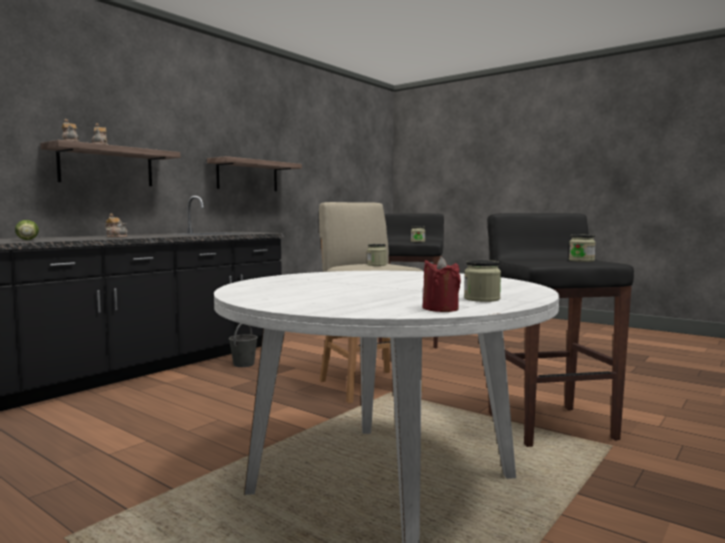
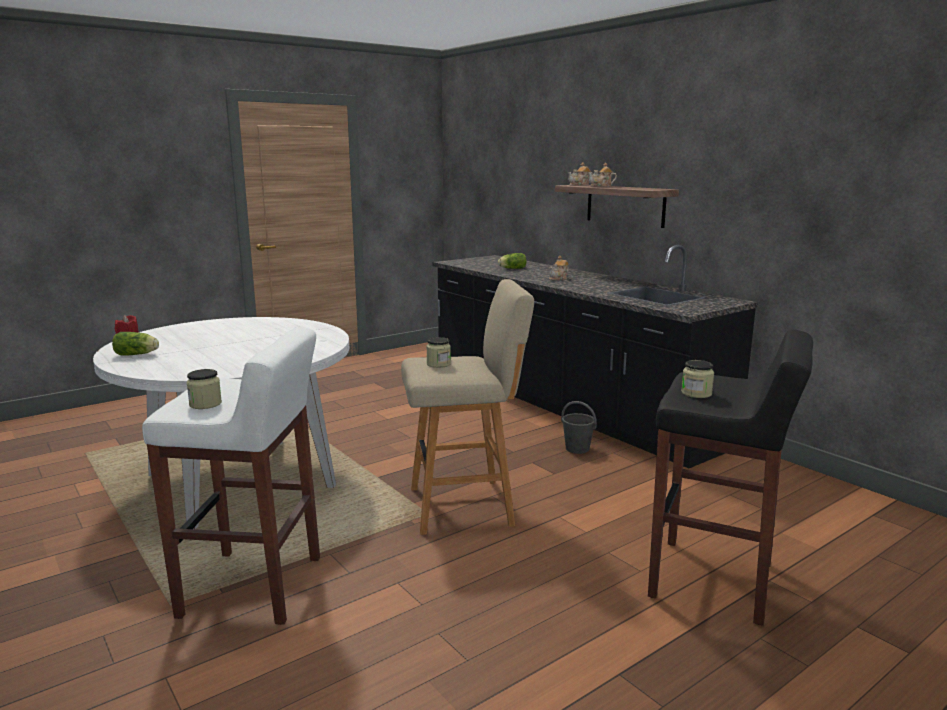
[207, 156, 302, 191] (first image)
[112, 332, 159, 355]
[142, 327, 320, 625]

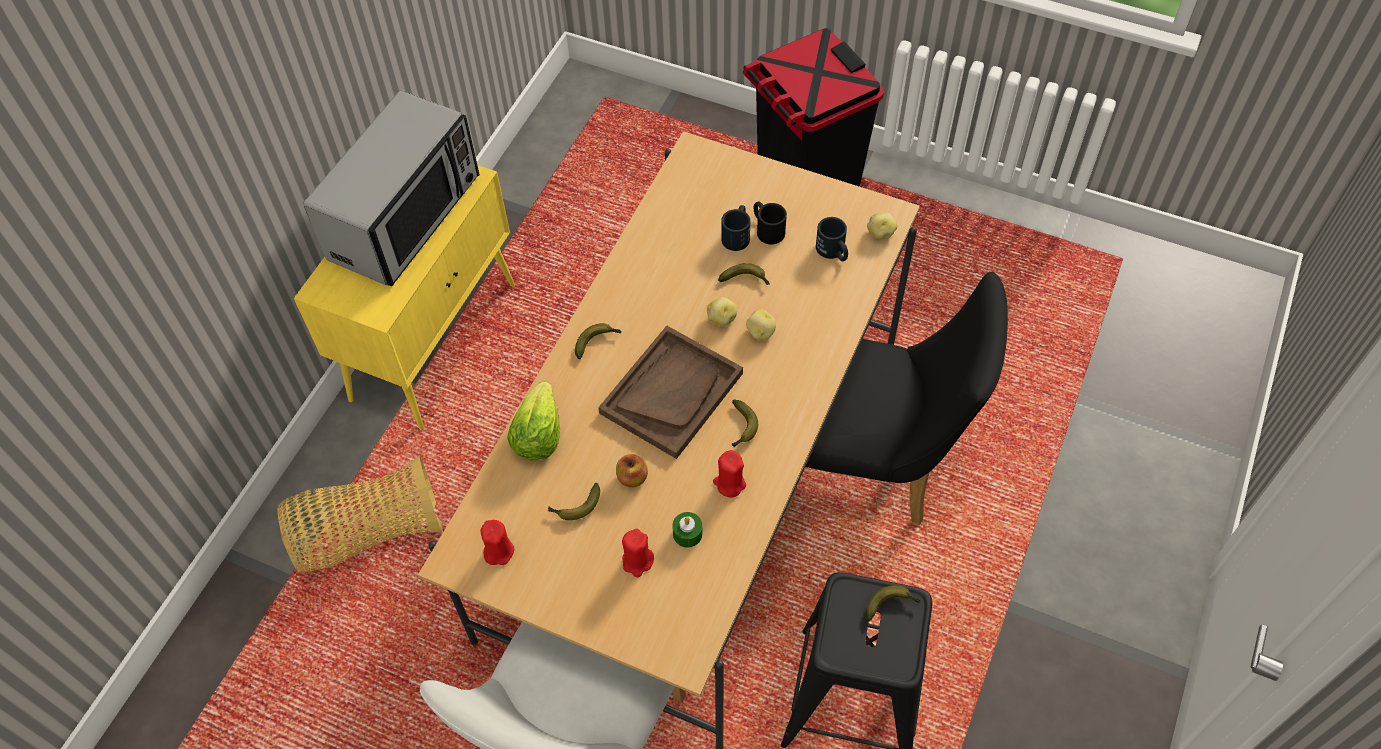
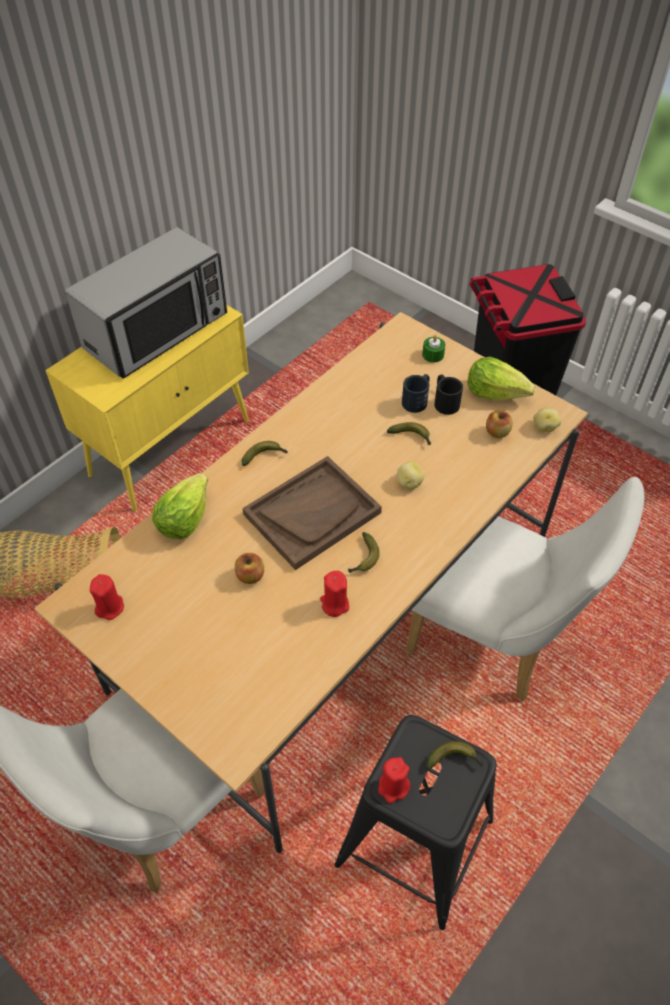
[548, 483, 600, 520] (first image)
[707, 297, 737, 326] (first image)
[467, 357, 536, 400]
[378, 757, 411, 804]
[422, 335, 445, 363]
[486, 410, 513, 439]
[406, 477, 644, 702]

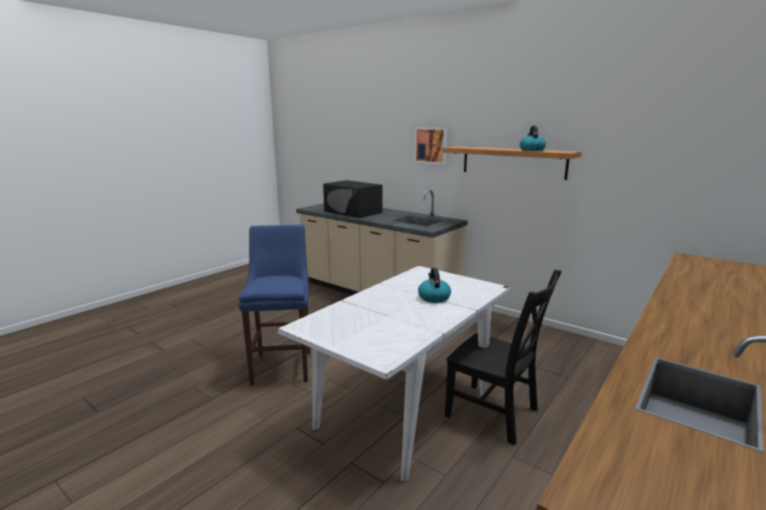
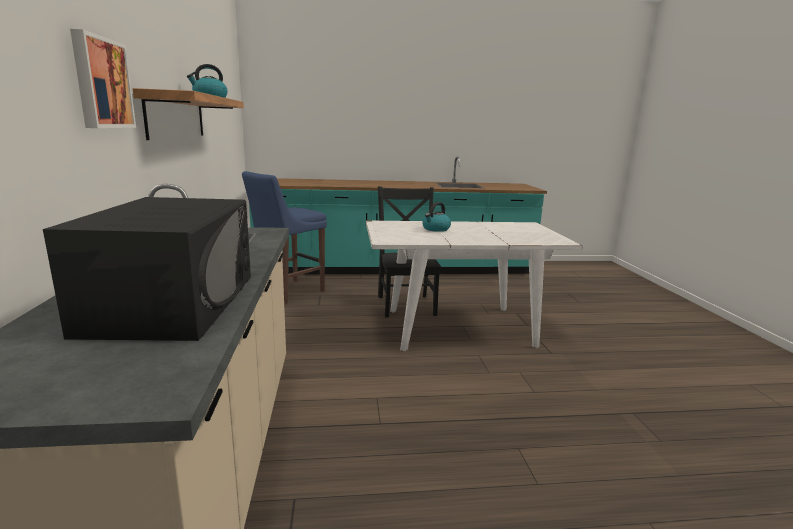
[242, 171, 327, 304]

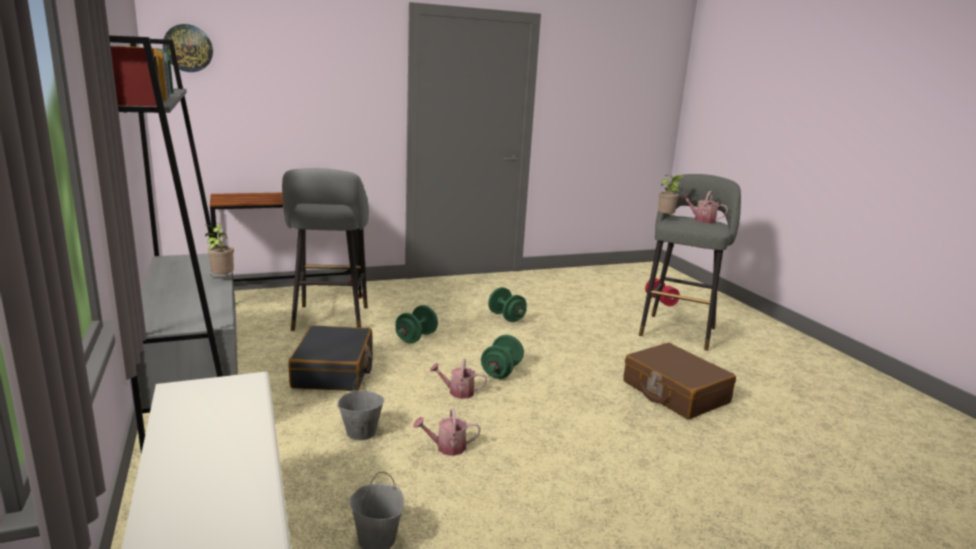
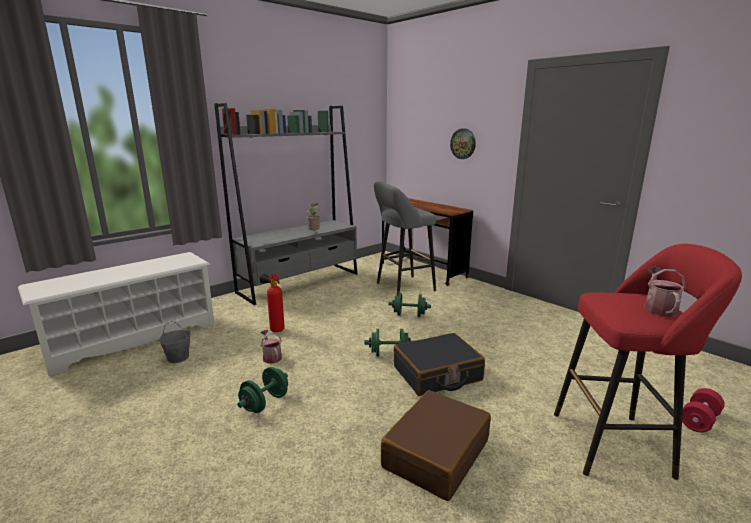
[430, 358, 487, 399] (first image)
[658, 175, 684, 218] (first image)
[450, 129, 476, 159]
[394, 333, 485, 396]
[237, 367, 288, 413]
[260, 273, 285, 332]
[554, 244, 742, 480]

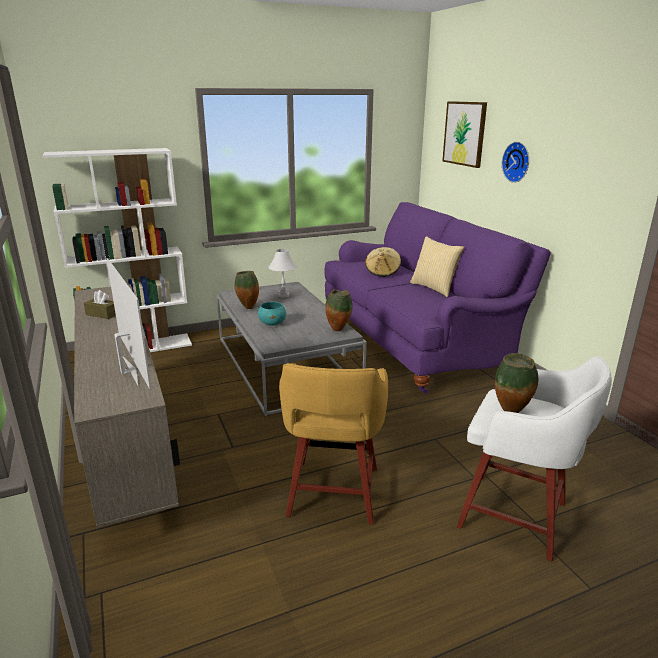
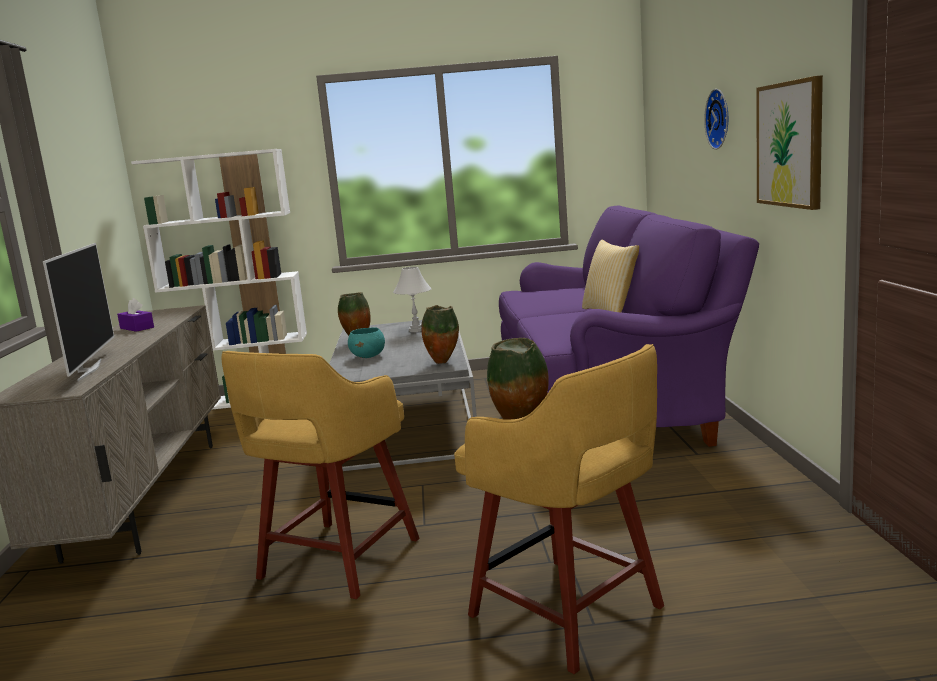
[365, 247, 401, 277] (first image)
[757, 75, 823, 210]
[117, 298, 154, 332]
[454, 344, 664, 674]

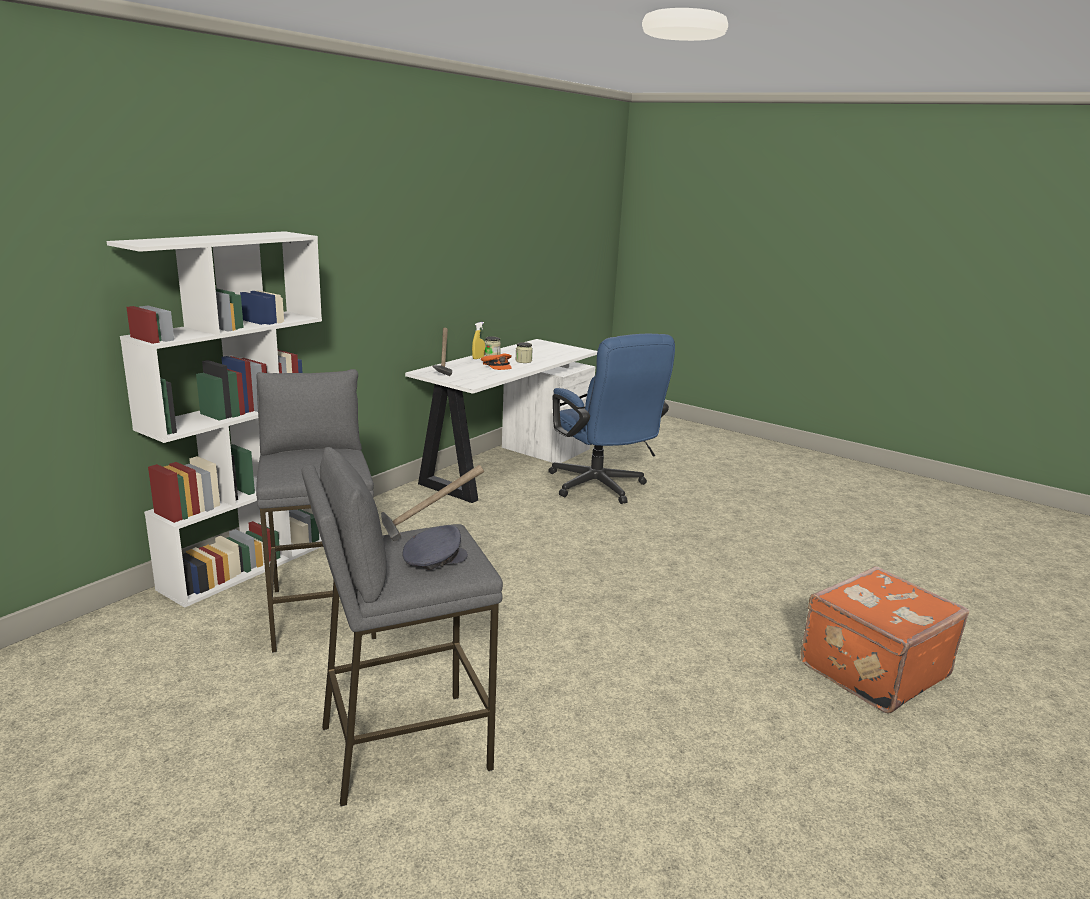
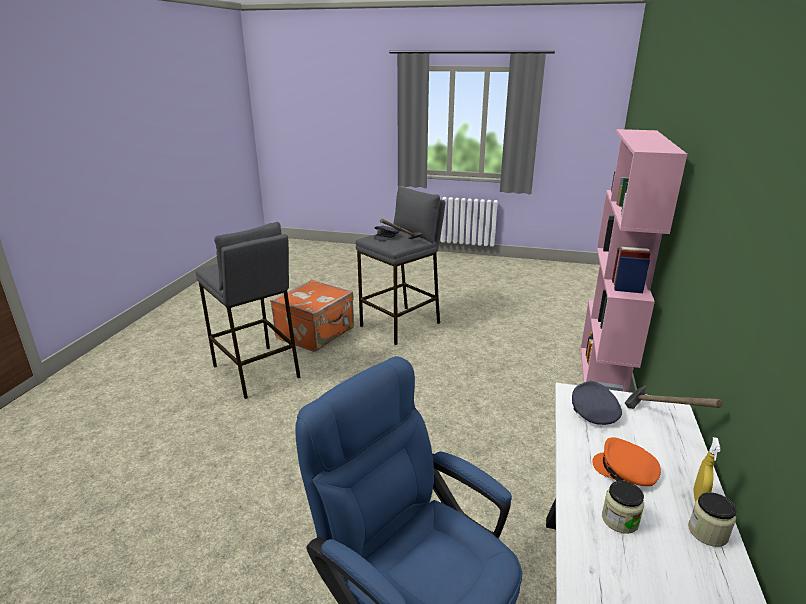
[572, 381, 622, 425]
[195, 222, 301, 399]
[270, 280, 354, 352]
[581, 129, 687, 392]

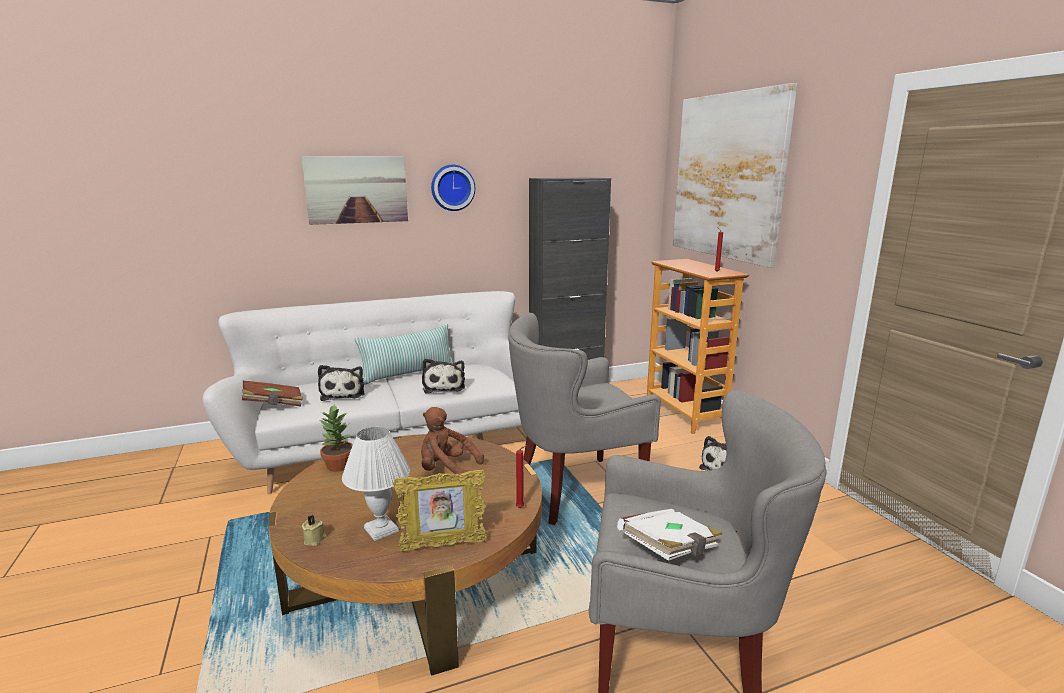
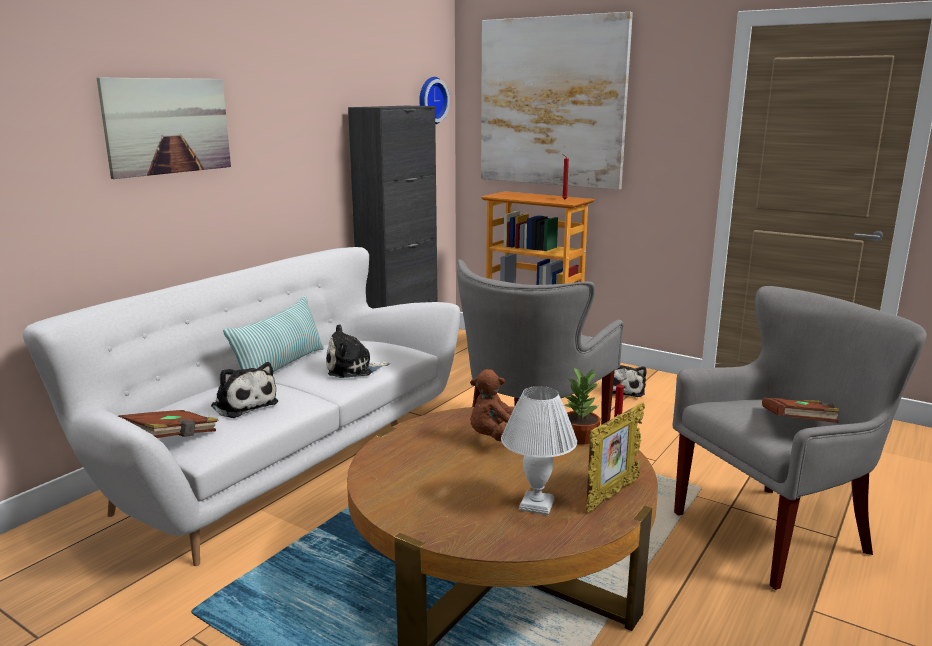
[302, 515, 326, 546] (first image)
[564, 367, 600, 445]
[419, 77, 450, 124]
[762, 397, 840, 423]
[326, 324, 390, 378]

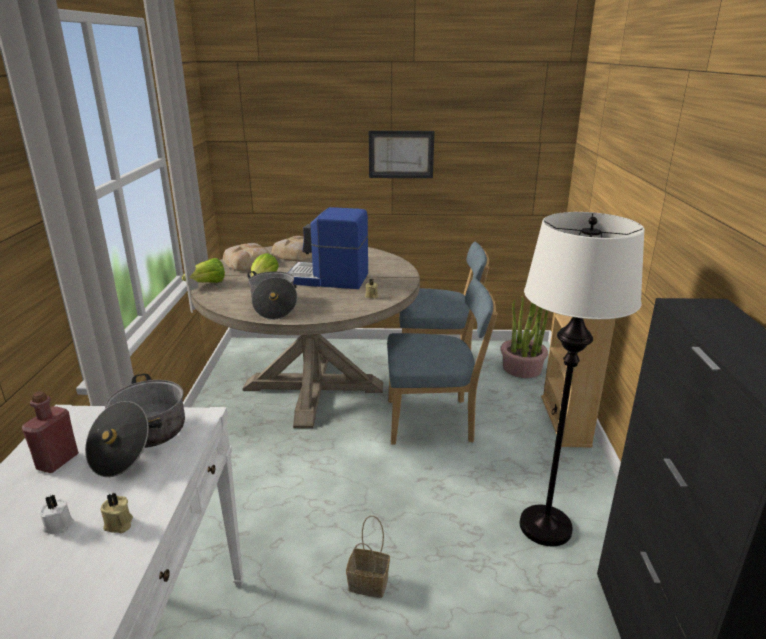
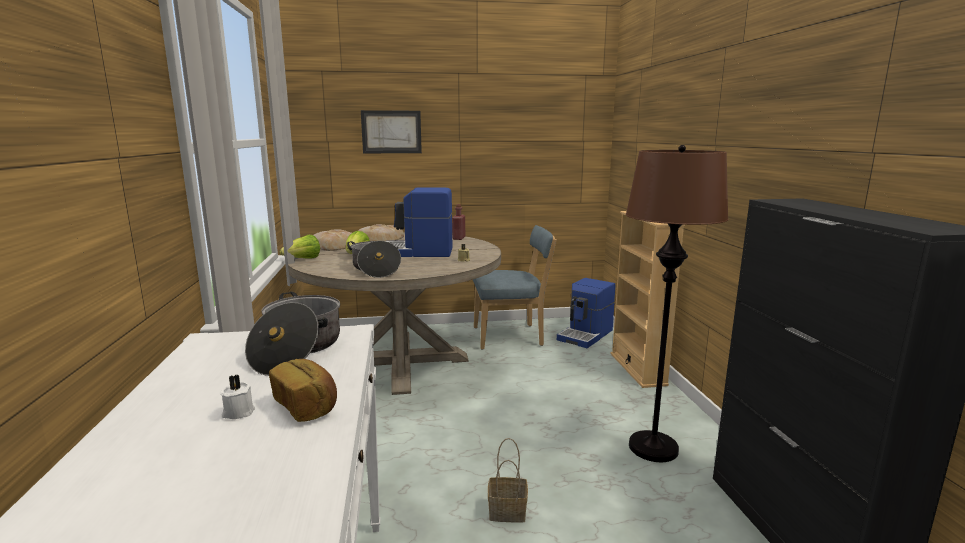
[387, 278, 498, 445] (first image)
[452, 204, 465, 240]
[361, 110, 422, 153]
[269, 359, 337, 422]
[557, 278, 615, 348]
[626, 145, 729, 462]

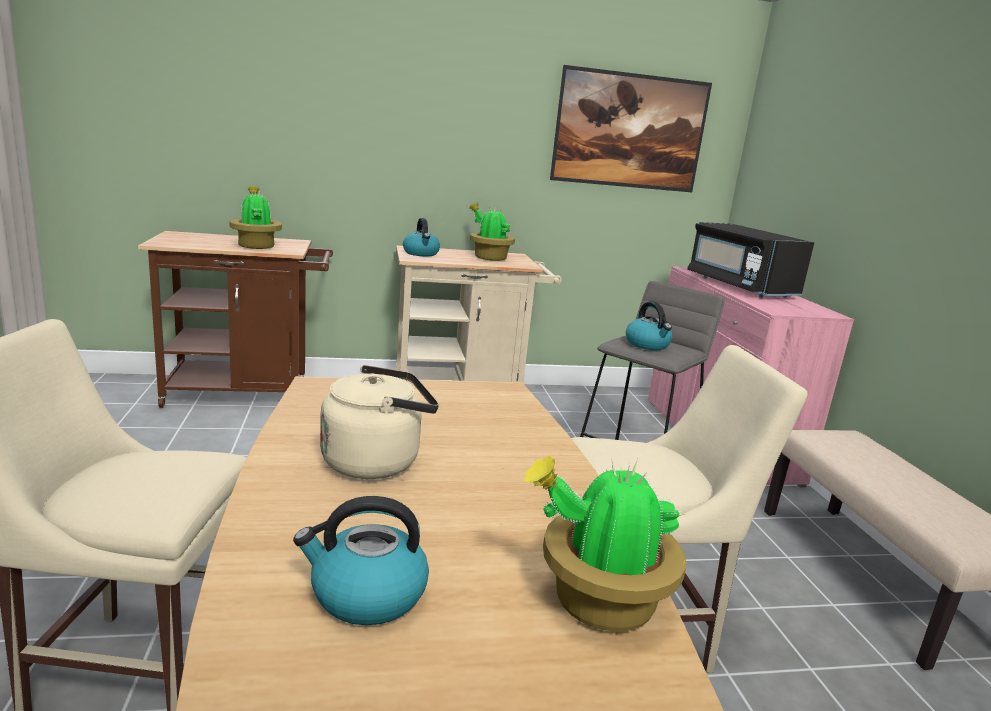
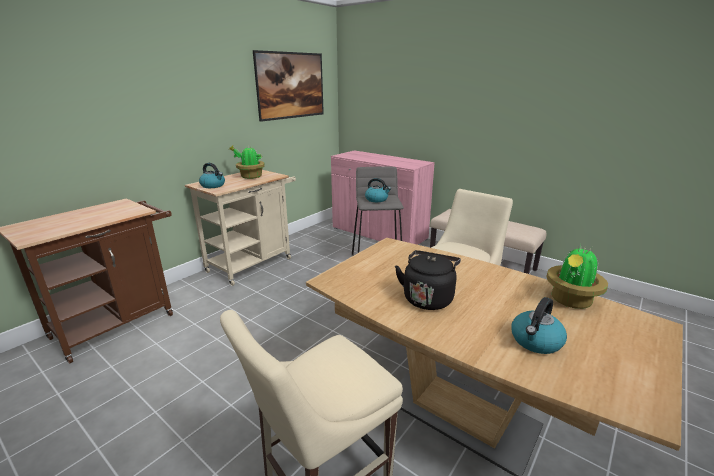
[230, 186, 282, 249] (first image)
[687, 222, 814, 298] (first image)
[395, 250, 461, 310]

